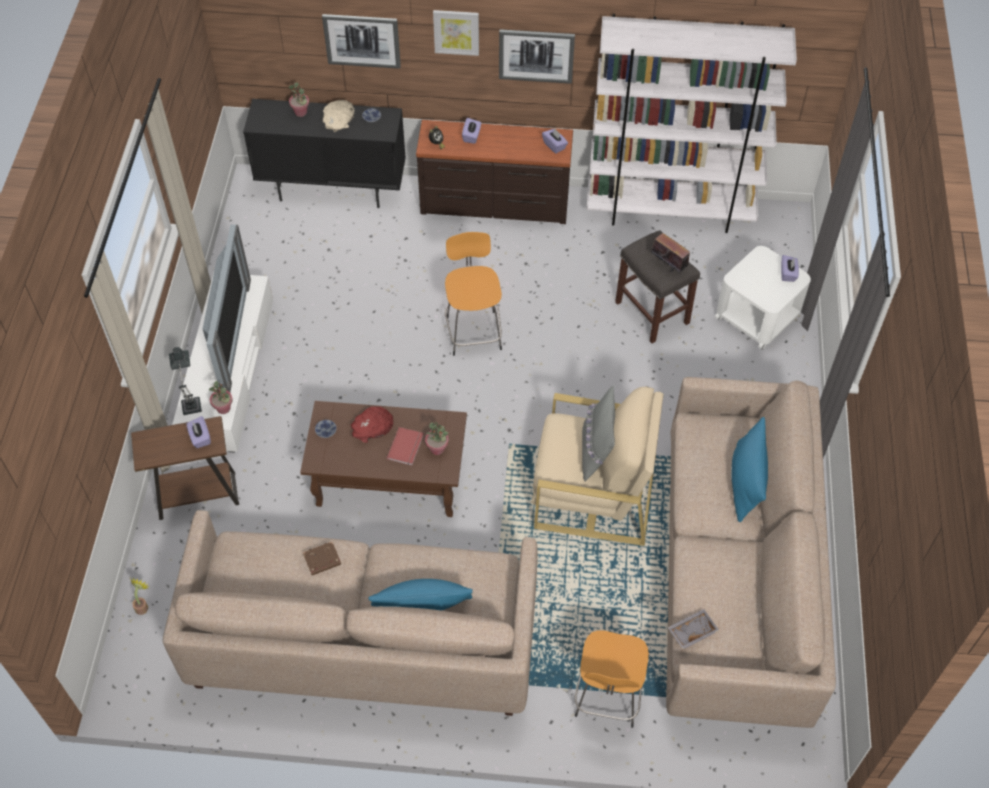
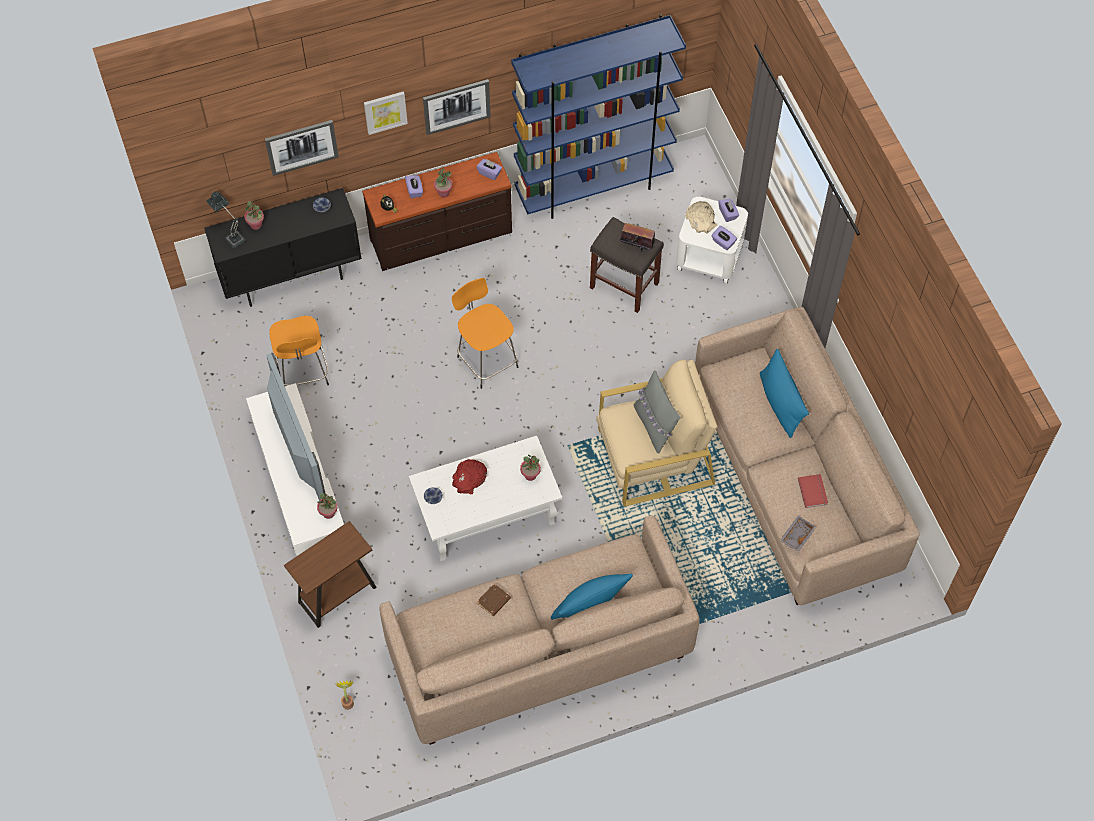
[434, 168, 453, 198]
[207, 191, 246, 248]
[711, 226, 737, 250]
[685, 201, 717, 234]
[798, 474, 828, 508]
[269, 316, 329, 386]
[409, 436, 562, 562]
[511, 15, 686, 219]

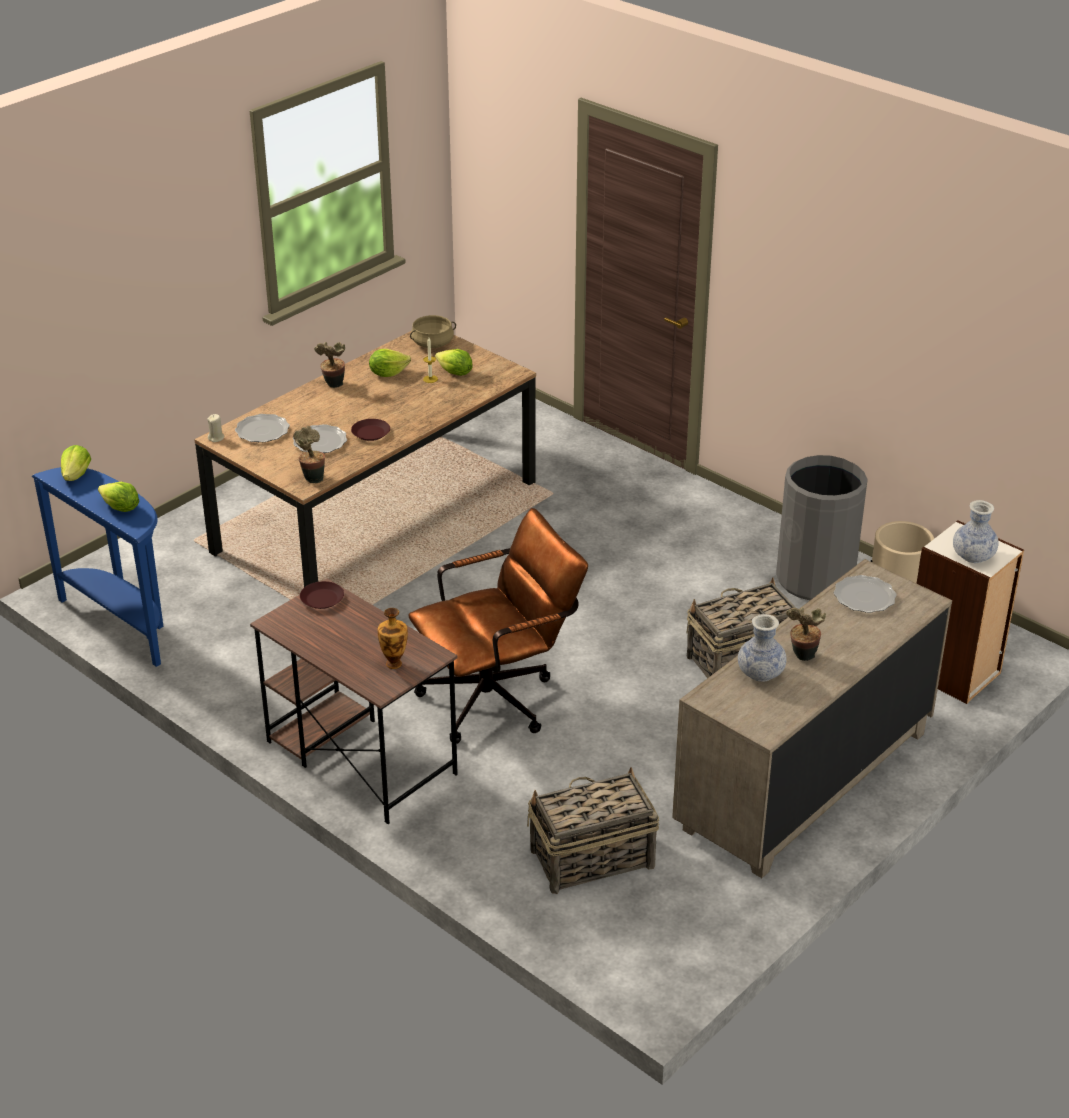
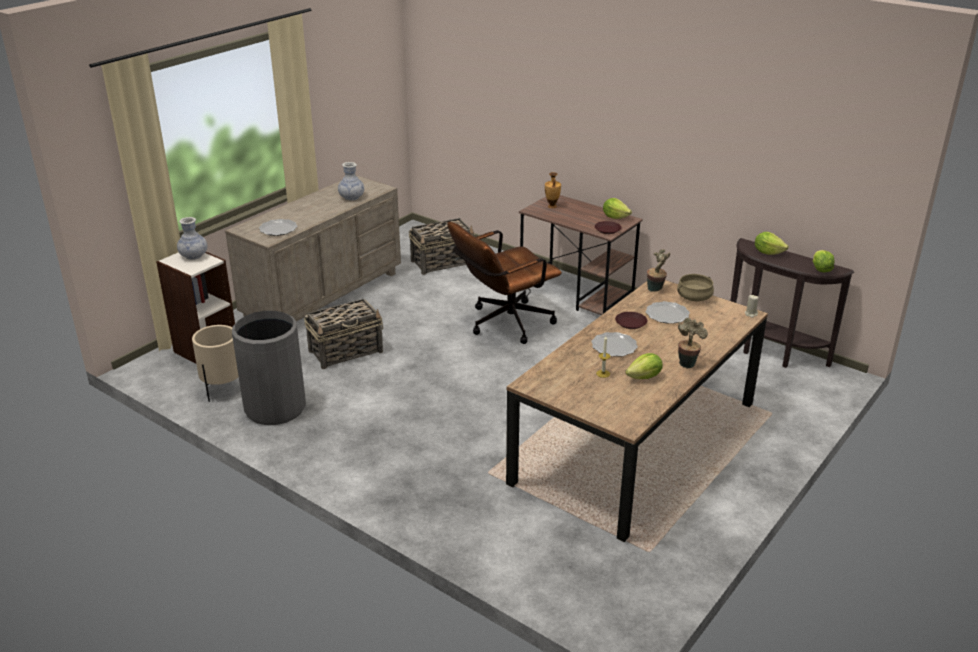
[786, 607, 826, 661] (first image)
[591, 332, 638, 357]
[677, 274, 714, 301]
[603, 198, 632, 219]
[730, 238, 855, 368]

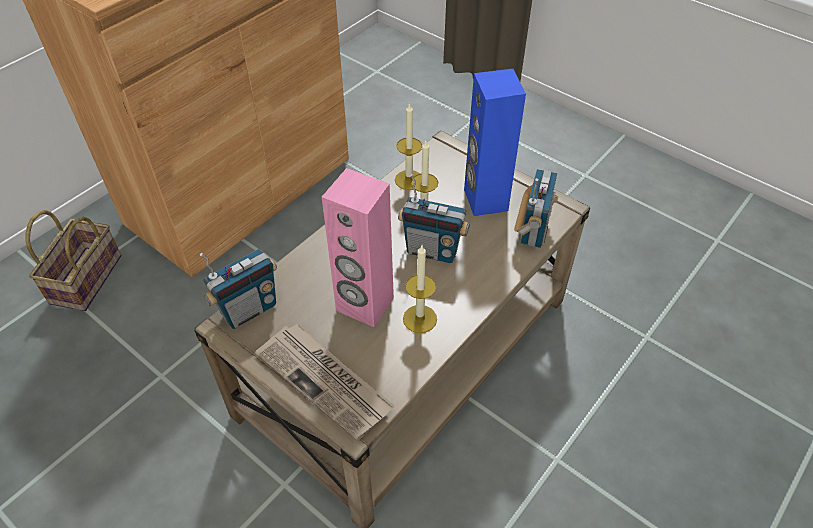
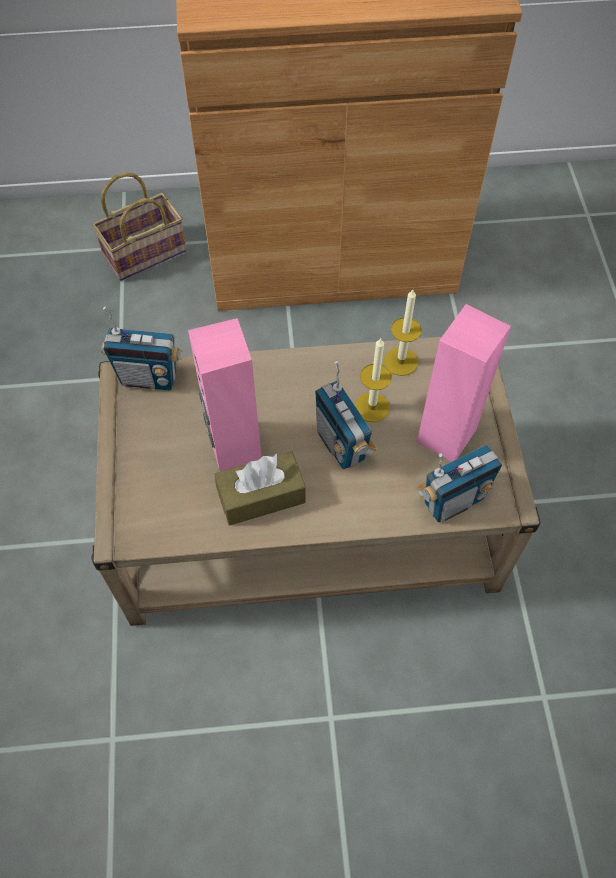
[255, 323, 394, 441] (first image)
[214, 451, 306, 525]
[417, 304, 511, 462]

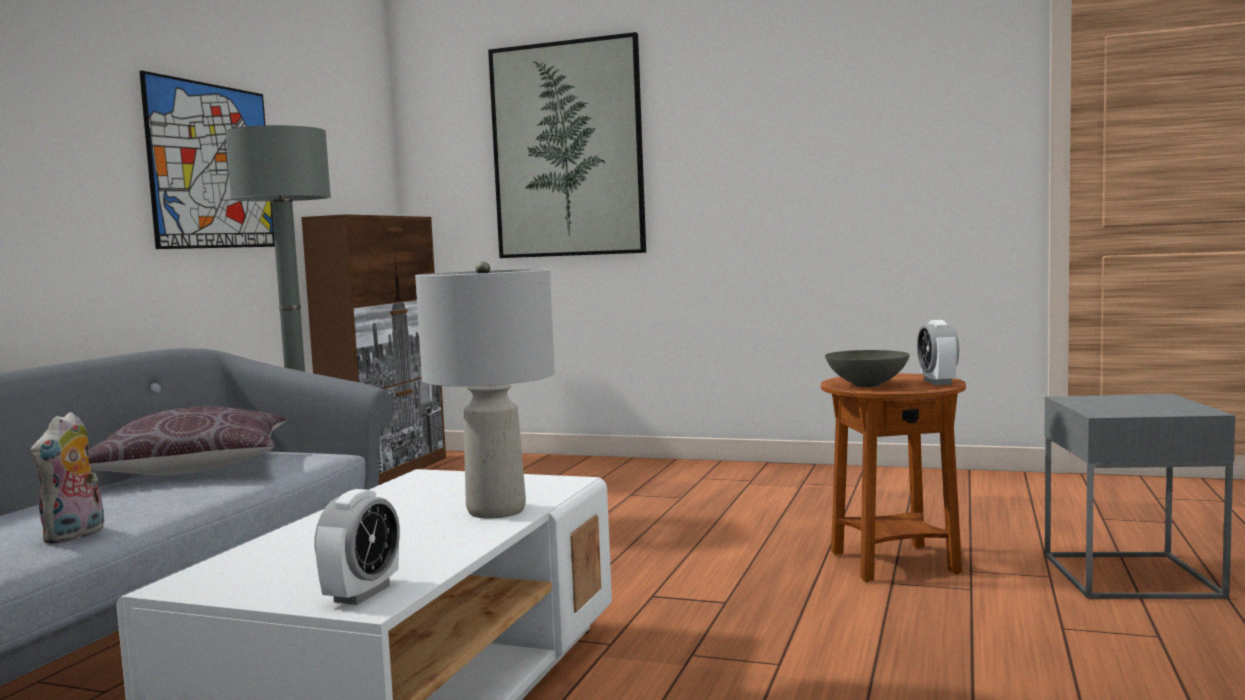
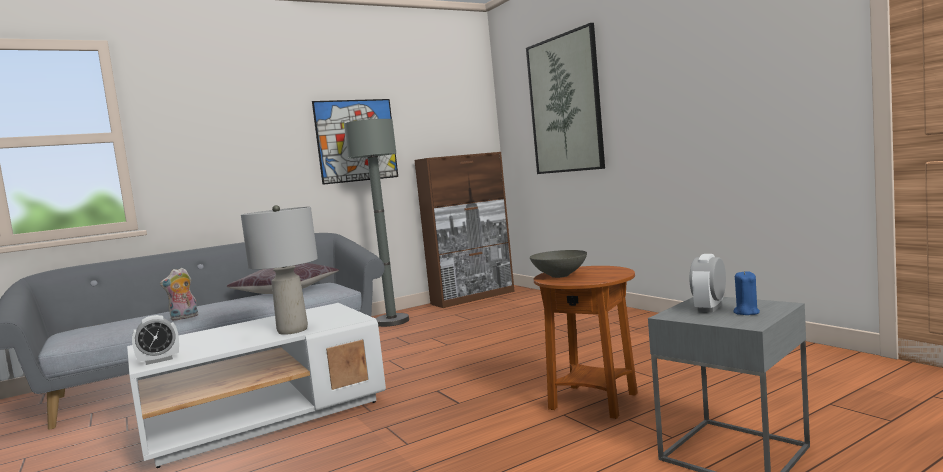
[734, 271, 760, 315]
[690, 254, 726, 313]

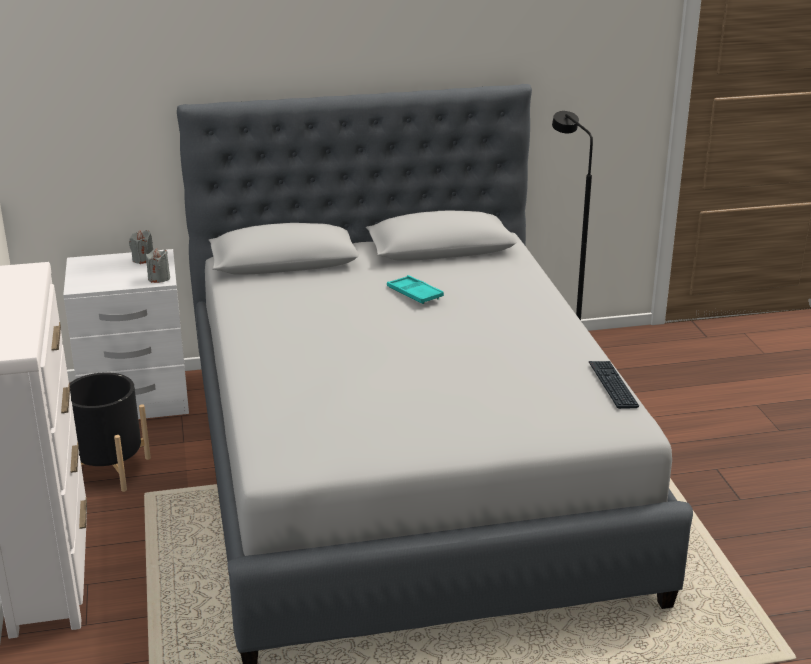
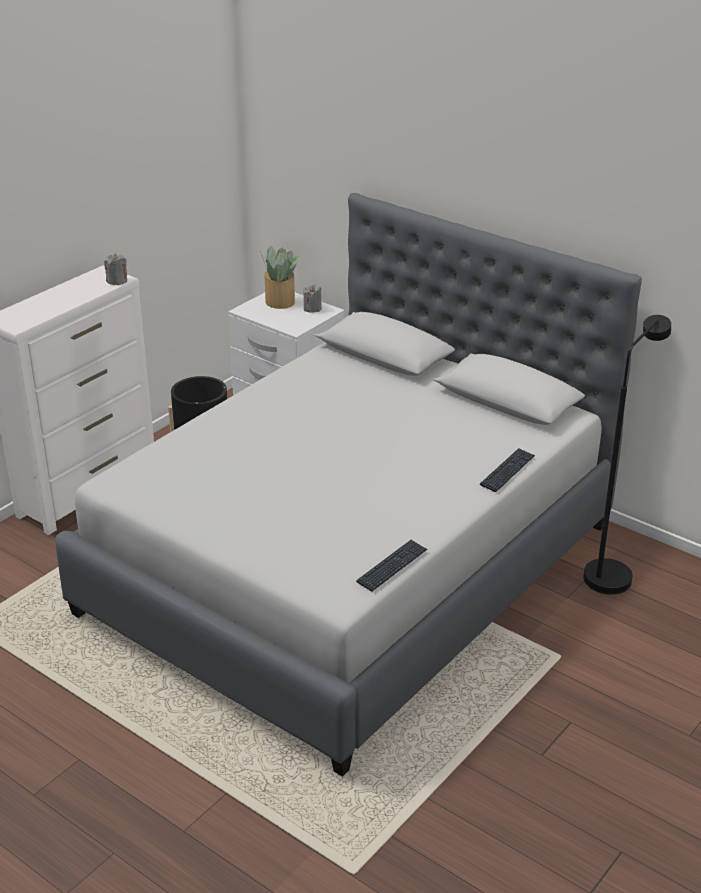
[387, 275, 444, 304] (first image)
[260, 246, 299, 309]
[480, 448, 535, 492]
[104, 253, 127, 285]

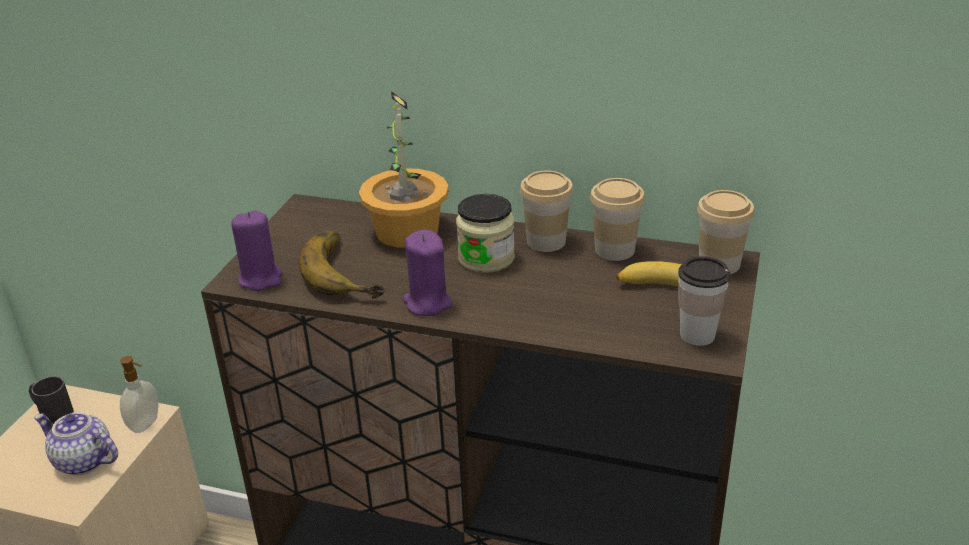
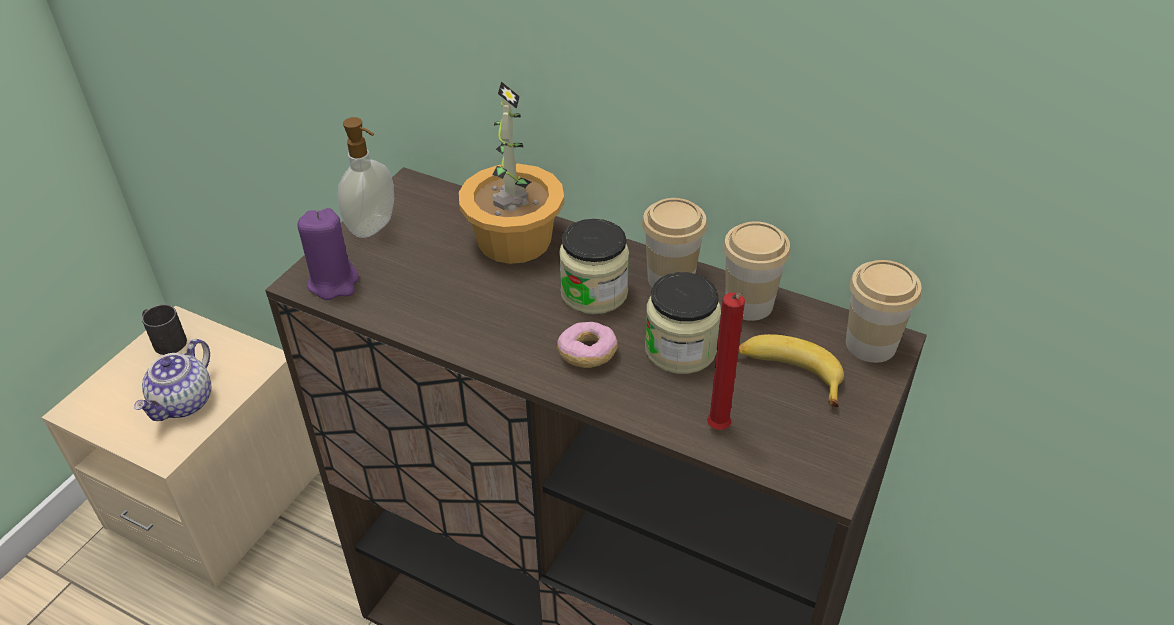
[299, 231, 384, 299] (first image)
[402, 230, 452, 316] (first image)
[678, 256, 730, 346] (first image)
[557, 322, 618, 368]
[645, 272, 721, 374]
[707, 293, 745, 430]
[338, 117, 394, 238]
[134, 339, 211, 421]

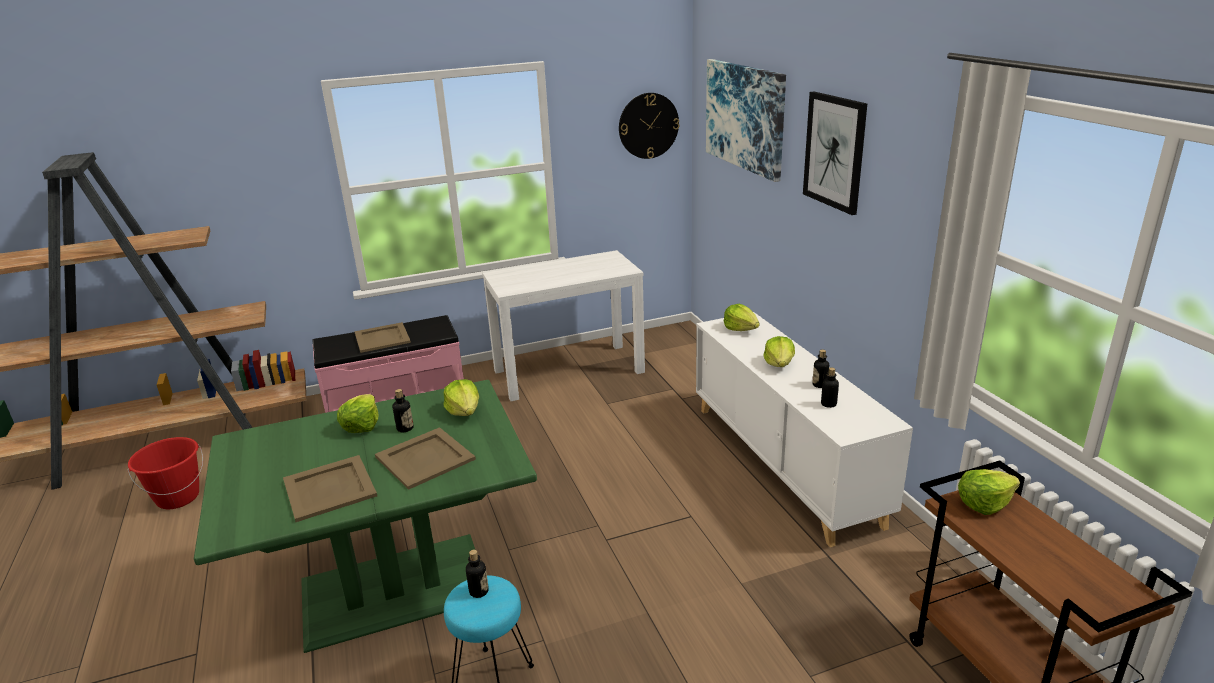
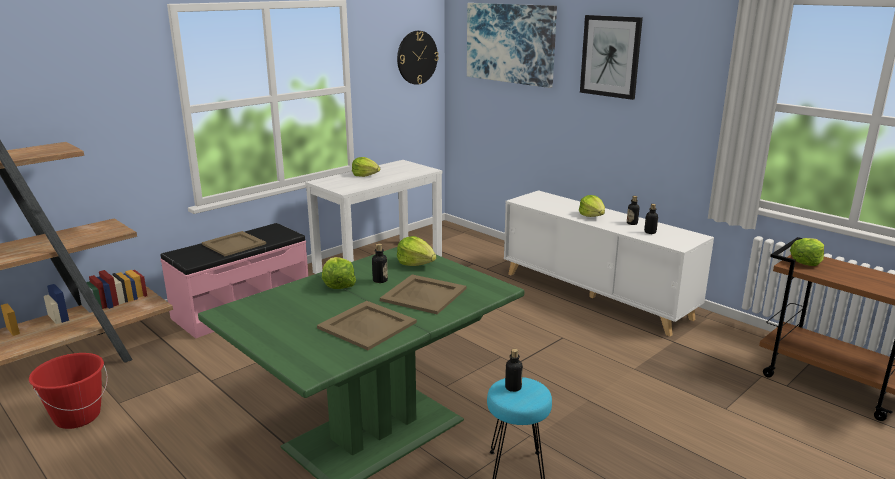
[352, 157, 380, 177]

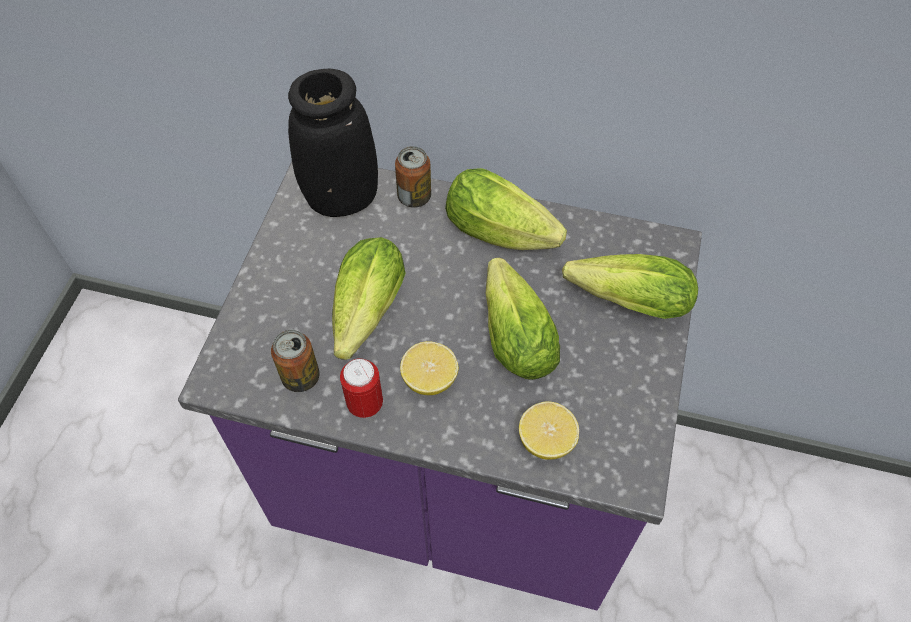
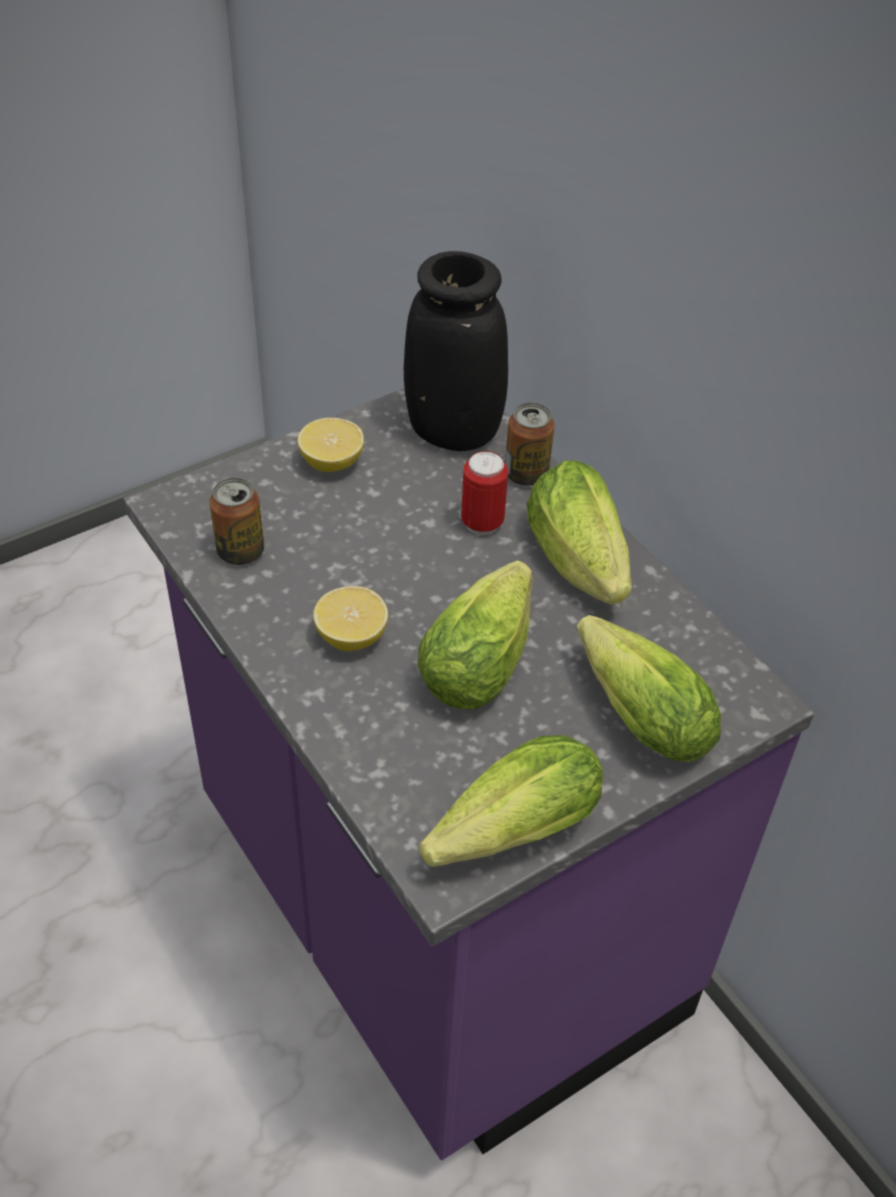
[418, 735, 603, 867]
[461, 451, 508, 535]
[298, 418, 364, 472]

